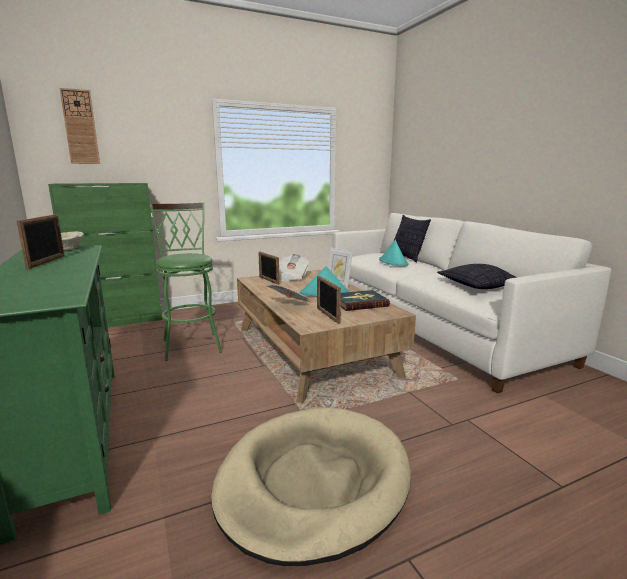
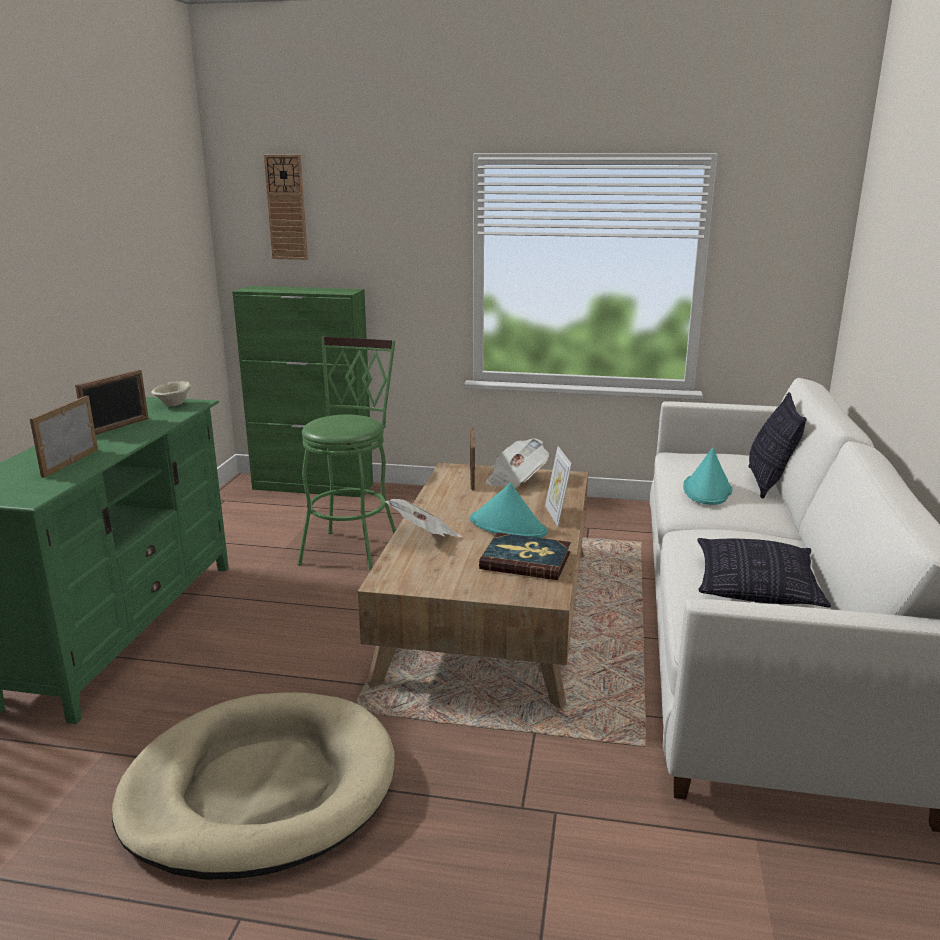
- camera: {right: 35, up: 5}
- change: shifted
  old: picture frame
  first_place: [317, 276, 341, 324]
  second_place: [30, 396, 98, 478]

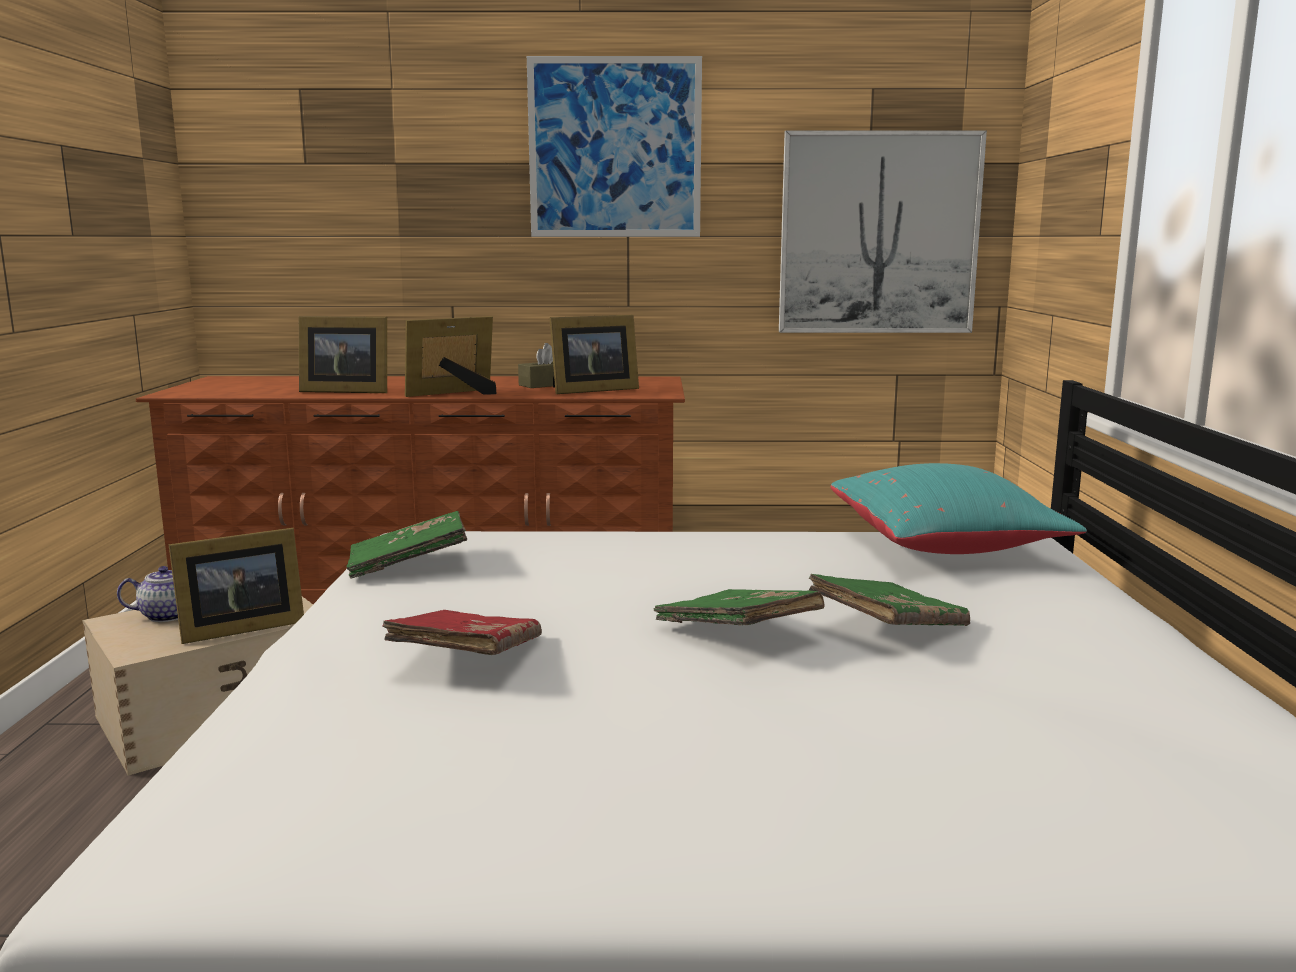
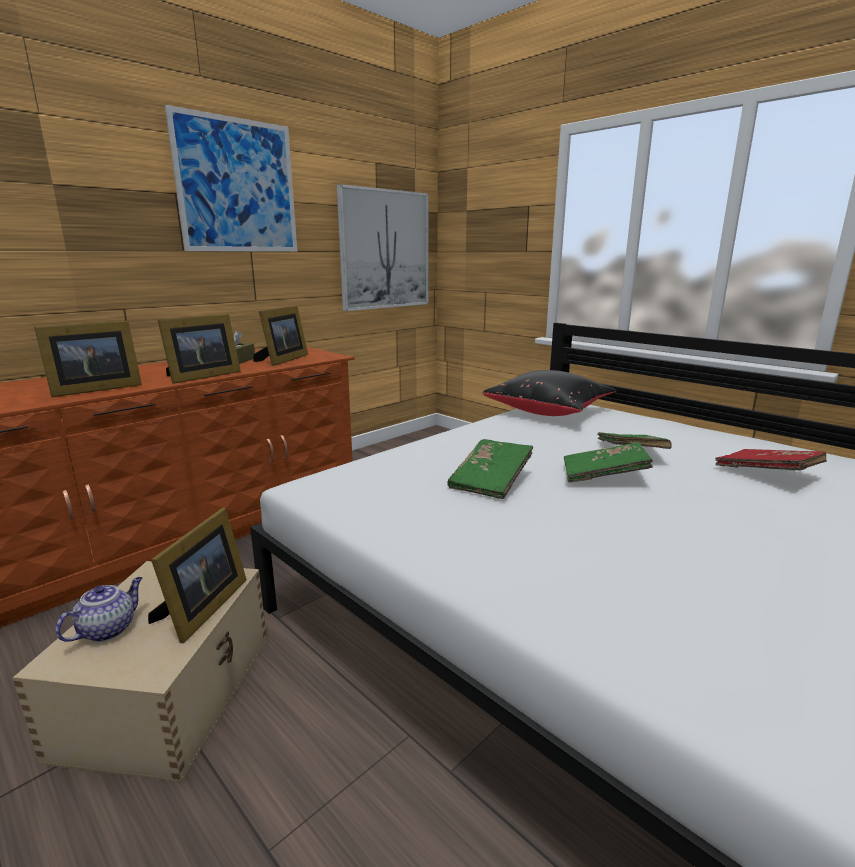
- camera: {right: -45, up: 5}
- change: shifted
  old: green book
  first_place: [347, 511, 467, 579]
  second_place: [447, 439, 534, 499]
- change: shifted
  old: red book
  first_place: [382, 610, 542, 655]
  second_place: [715, 449, 827, 471]
- change: rotated
  old: picture frame
  first_place: [405, 316, 496, 397]
  second_place: [158, 314, 241, 384]
  degrees: -150
- change: repainted
  old: turquoise pillow
  new: black pillow
  first_place: [830, 463, 1087, 554]
  second_place: [482, 370, 617, 416]

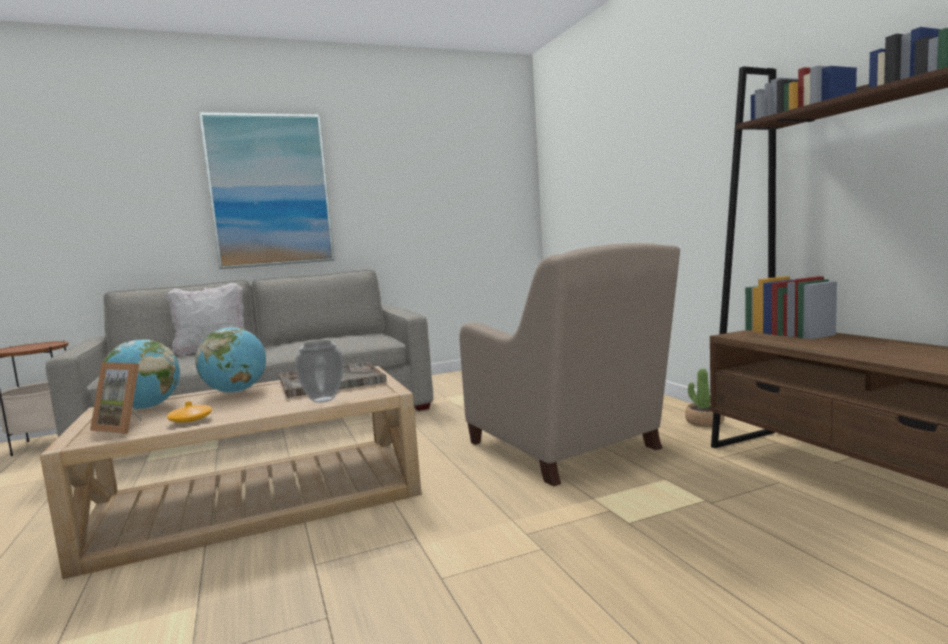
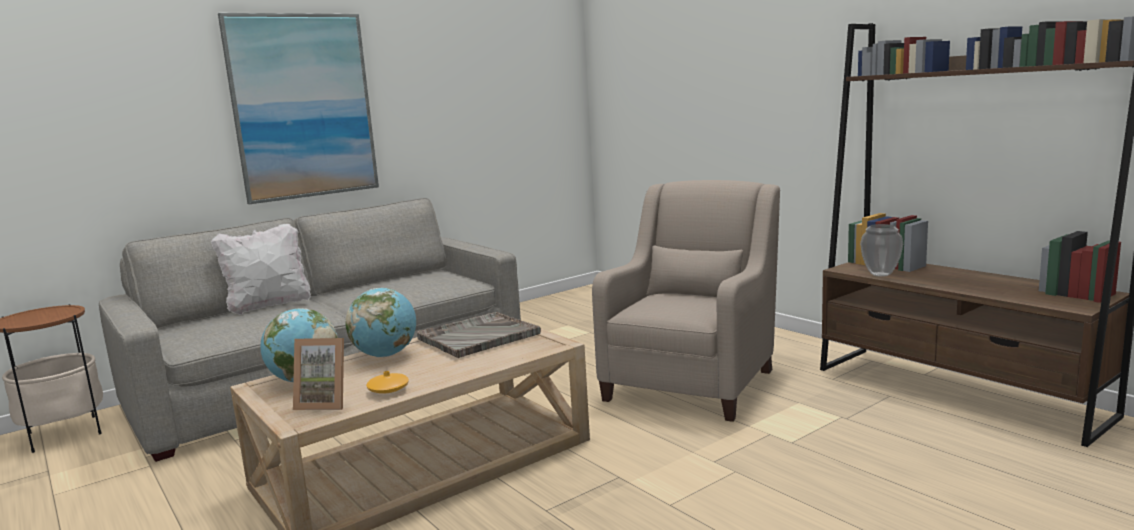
- camera: {right: -15, up: 5}
- change: shifted
  old: vase
  first_place: [295, 340, 344, 403]
  second_place: [860, 224, 903, 277]
- change: rotated
  old: beige armchair
  first_place: [459, 243, 680, 487]
  second_place: [592, 180, 780, 422]
  degrees: -105
- change: gone
  old: potted plant
  first_place: [685, 369, 725, 427]

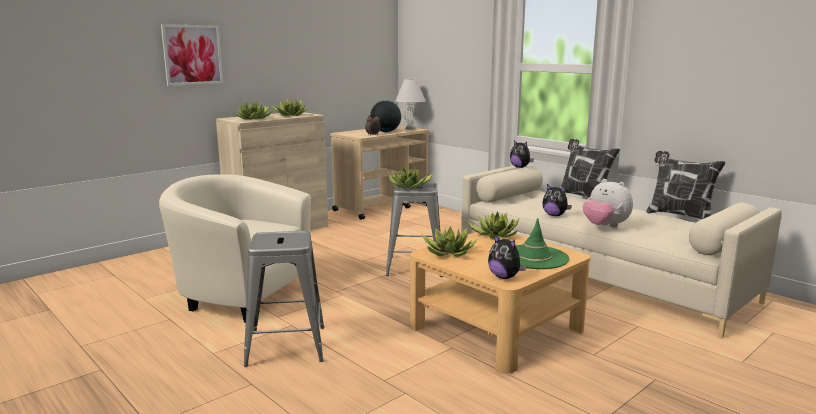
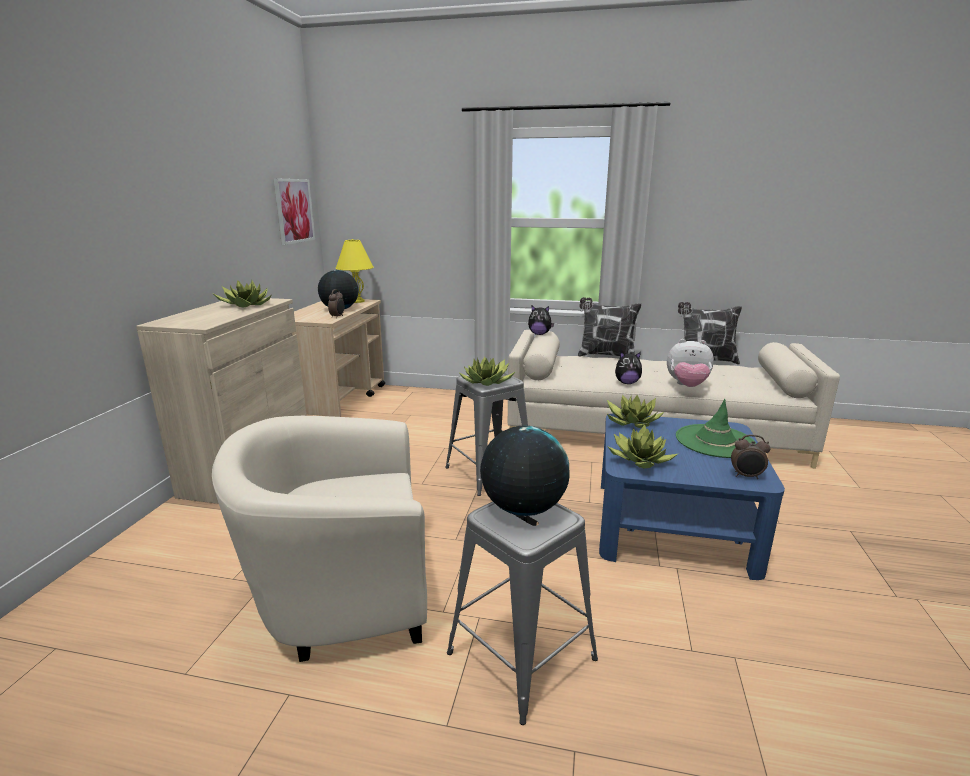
- camera: {right: -35, up: 5}
- change: shifted
  old: picture
  first_place: [161, 24, 223, 86]
  second_place: [273, 178, 315, 245]
- change: gone
  old: potted plant
  first_place: [233, 101, 274, 119]
- change: repainted
  old: white table lamp
  new: yellow table lamp
  first_place: [395, 78, 425, 130]
  second_place: [335, 239, 374, 303]
- change: repainted
  old: beige coffee table
  new: blue coffee table
  first_place: [410, 232, 590, 373]
  second_place: [599, 413, 785, 580]
- change: swapped
  old: plush toy
  new: alarm clock
  first_place: [488, 235, 526, 279]
  second_place: [731, 434, 770, 479]
- change: new
  new: globe
  second_place: [480, 426, 569, 516]

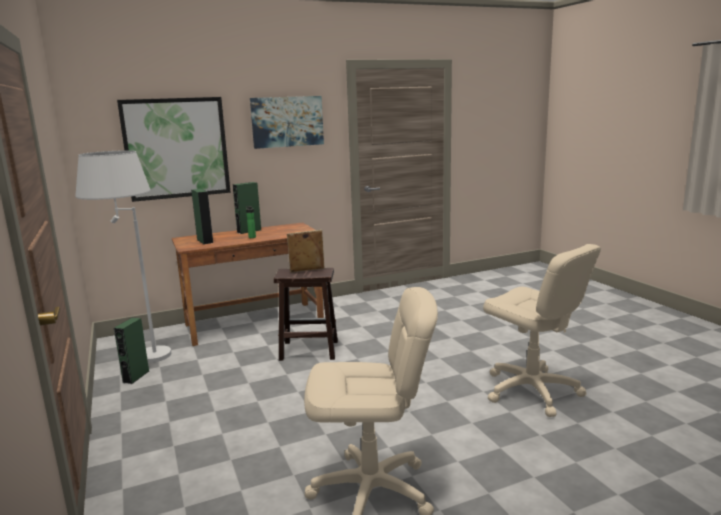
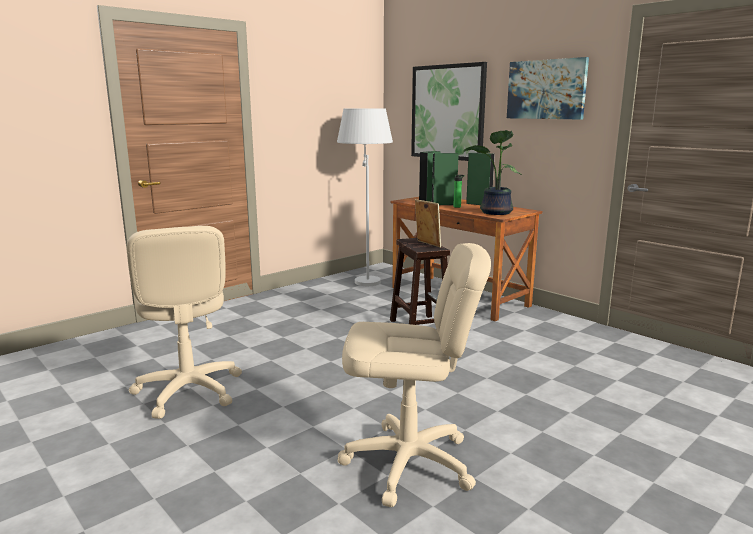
- camera: {right: 70, up: 0}
- change: shifted
  old: green speaker
  first_place: [114, 318, 149, 384]
  second_place: [432, 153, 459, 205]
- change: rotated
  old: beige office chair
  first_place: [483, 244, 601, 417]
  second_place: [338, 243, 491, 507]
  degrees: -120
- change: new
  new: potted plant
  second_place: [462, 130, 522, 215]

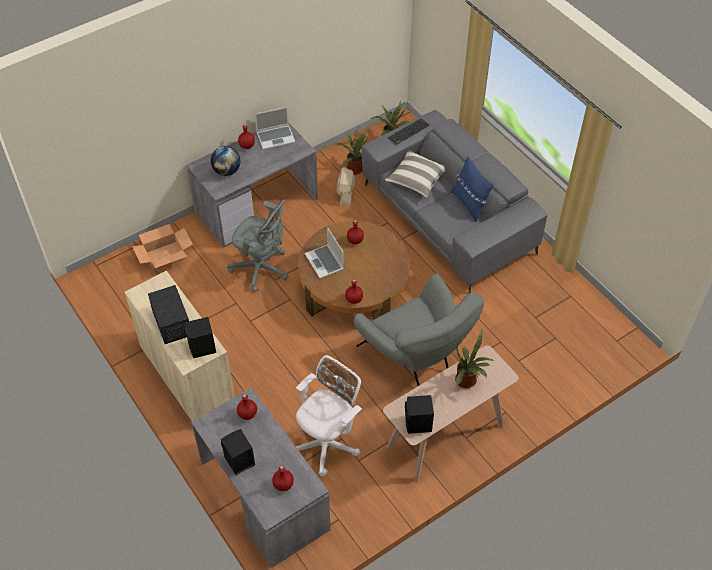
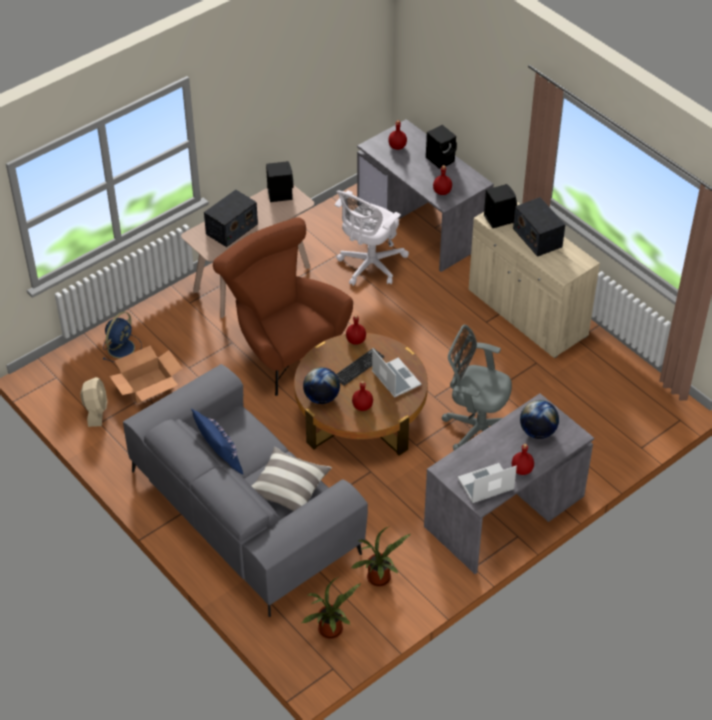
- camera: {right: 175, up: -5}
- change: shifted
  old: cardboard box
  first_place: [132, 224, 193, 271]
  second_place: [109, 345, 183, 404]
- change: shifted
  old: beige fan
  first_place: [337, 167, 355, 205]
  second_place: [81, 377, 107, 427]
- change: repainted
  old: grey armchair
  new: brown armchair
  first_place: [354, 274, 484, 386]
  second_place: [213, 217, 353, 396]
- change: shifted
  old: keyboard
  first_place: [388, 118, 430, 145]
  second_place: [336, 348, 384, 386]
- change: swapped
  old: potted plant
  new: radio
  first_place: [455, 330, 495, 388]
  second_place: [204, 190, 258, 247]
- change: new
  new: blue fan
  second_place: [103, 312, 142, 362]
- change: new
  new: globe
  second_place: [303, 367, 340, 404]

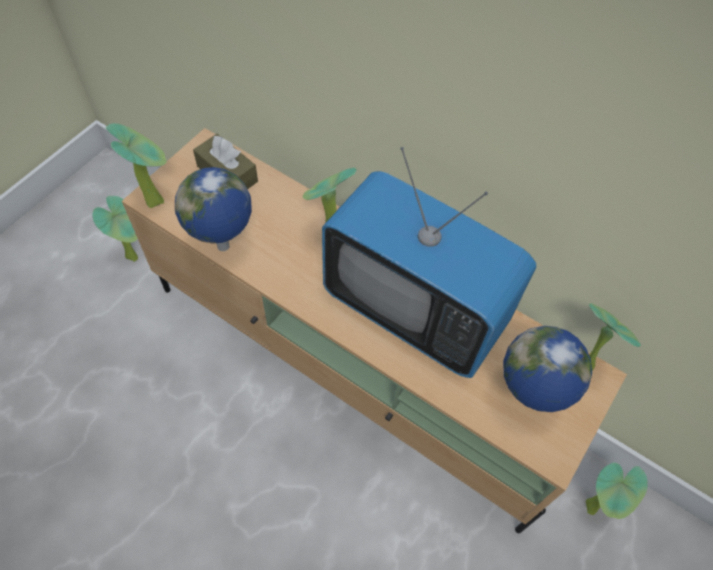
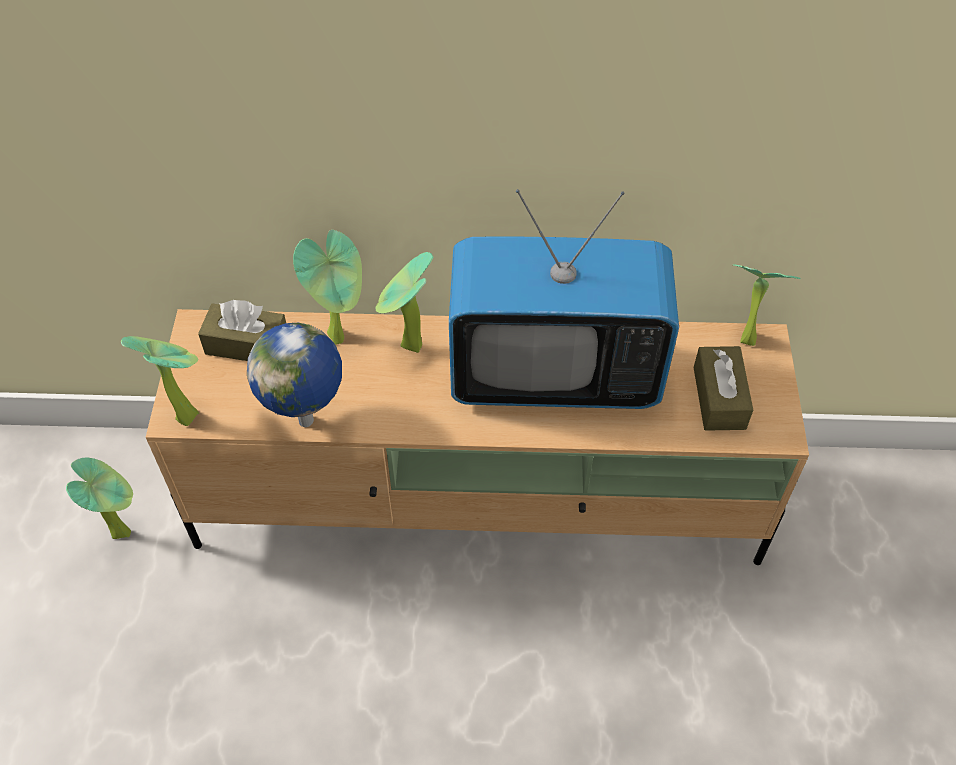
- camera: {right: -30, up: -5}
- change: swapped
  old: globe
  new: brown tissue box
  first_place: [503, 326, 592, 412]
  second_place: [694, 346, 753, 431]
- change: shifted
  old: potted plant
  first_place: [586, 463, 648, 519]
  second_place: [293, 230, 362, 345]

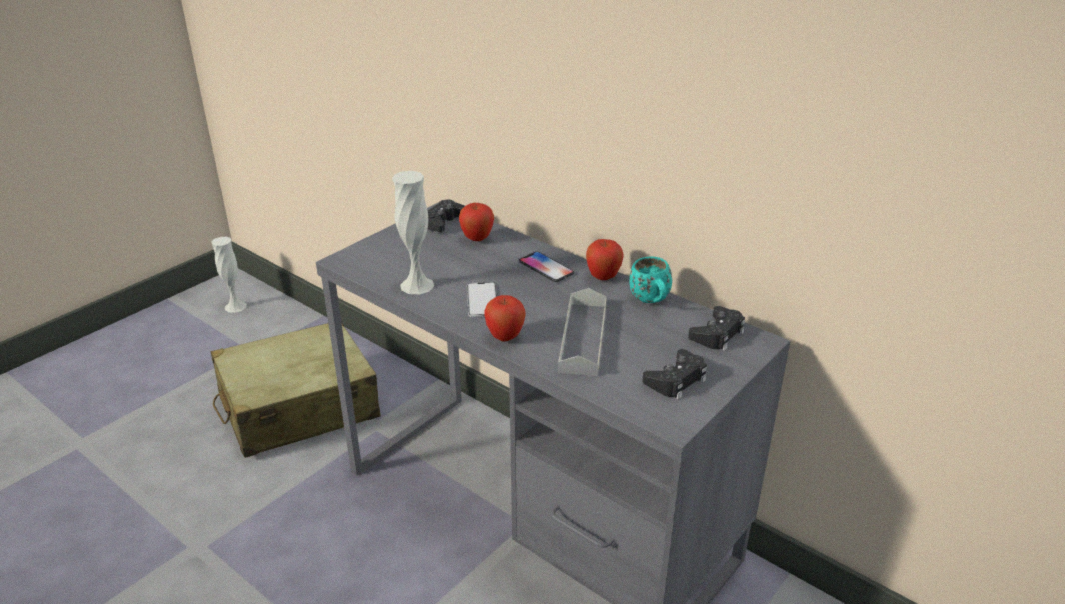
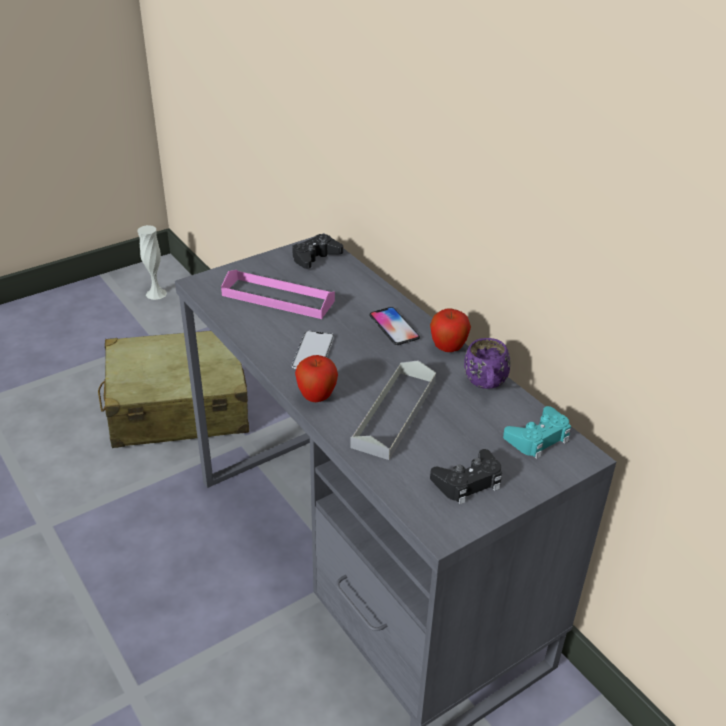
- camera: {right: 15, up: 5}
- change: gone
  old: white vase
  first_place: [392, 171, 434, 294]
- change: gone
  old: apple
  first_place: [459, 203, 494, 241]
- change: repainted
  old: turquoise mug
  new: purple mug
  first_place: [629, 257, 672, 303]
  second_place: [464, 338, 511, 389]
- change: repainted
  old: black game controller
  new: turquoise game controller
  first_place: [688, 306, 745, 351]
  second_place: [503, 406, 571, 459]
- change: new
  new: pink tray
  second_place: [221, 270, 335, 319]

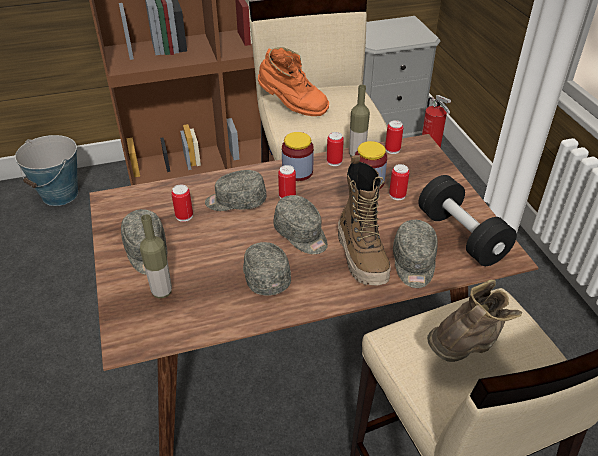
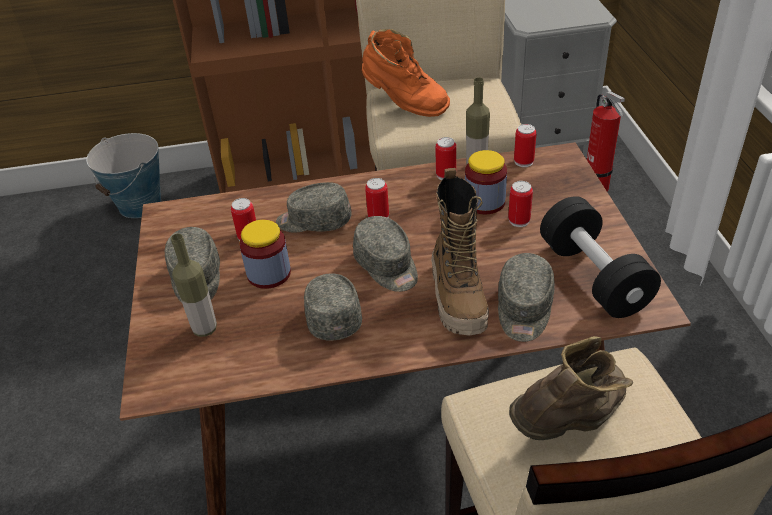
- camera: {right: 10, up: 0}
- change: shifted
  old: jar
  first_place: [282, 132, 314, 181]
  second_place: [239, 220, 291, 289]

